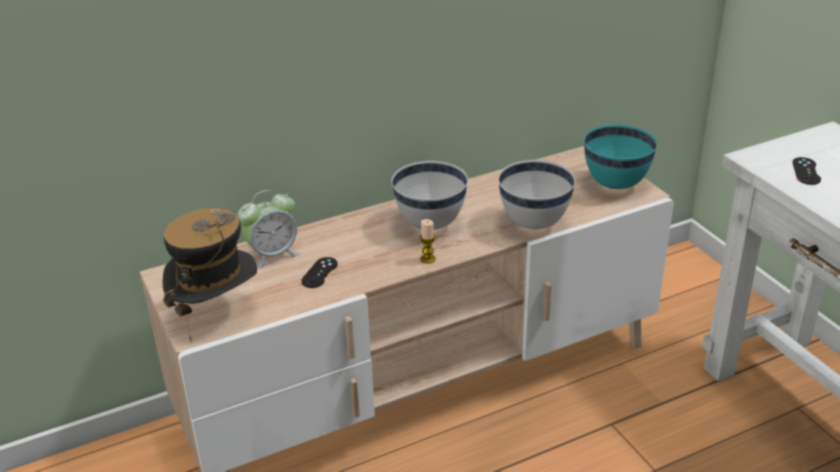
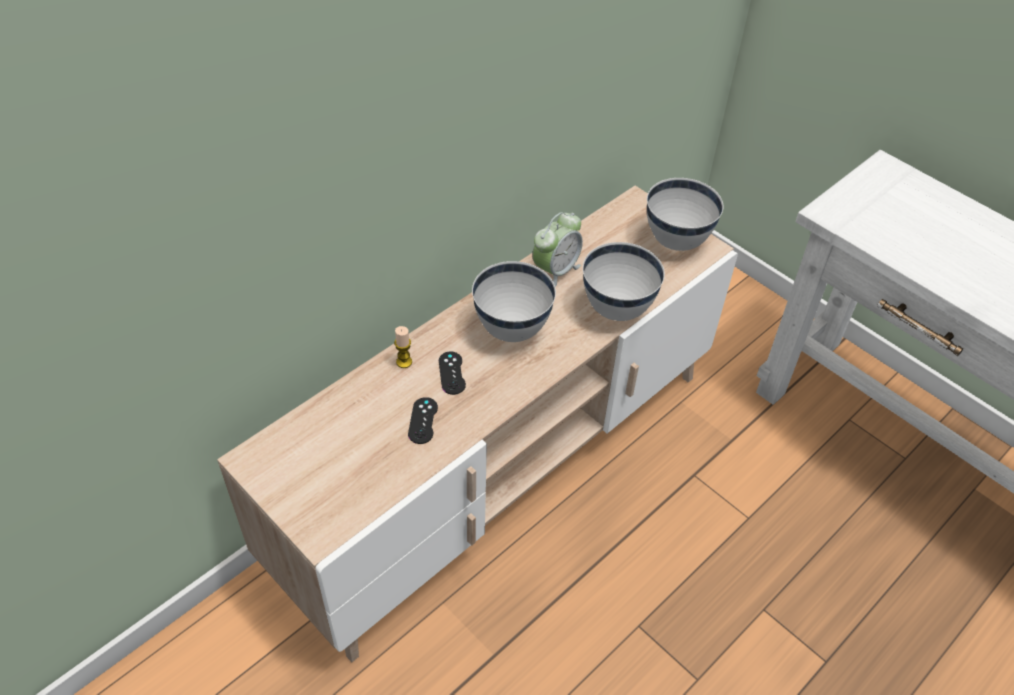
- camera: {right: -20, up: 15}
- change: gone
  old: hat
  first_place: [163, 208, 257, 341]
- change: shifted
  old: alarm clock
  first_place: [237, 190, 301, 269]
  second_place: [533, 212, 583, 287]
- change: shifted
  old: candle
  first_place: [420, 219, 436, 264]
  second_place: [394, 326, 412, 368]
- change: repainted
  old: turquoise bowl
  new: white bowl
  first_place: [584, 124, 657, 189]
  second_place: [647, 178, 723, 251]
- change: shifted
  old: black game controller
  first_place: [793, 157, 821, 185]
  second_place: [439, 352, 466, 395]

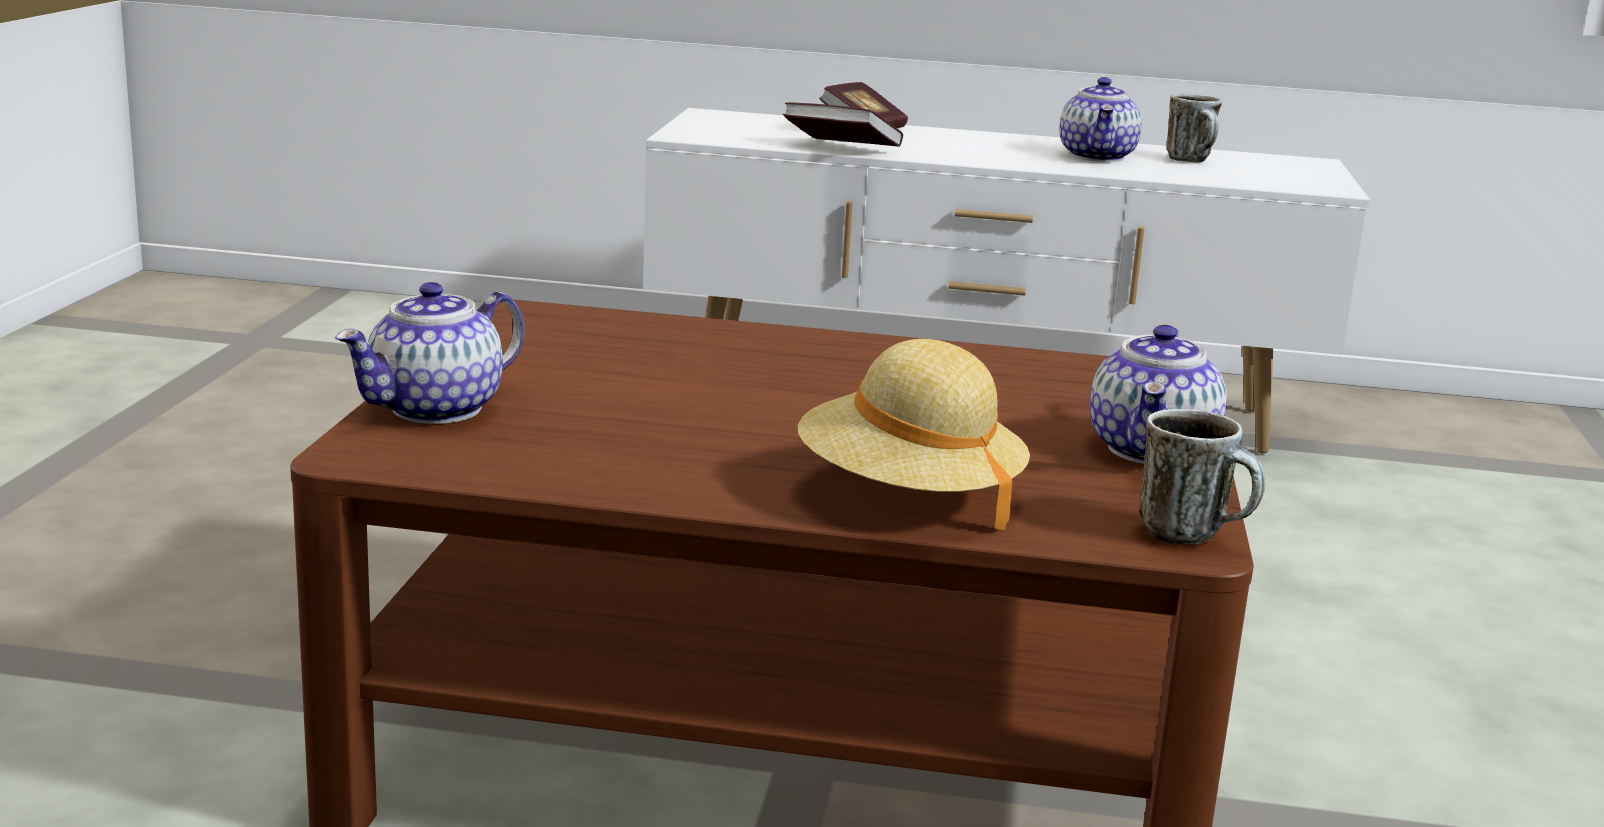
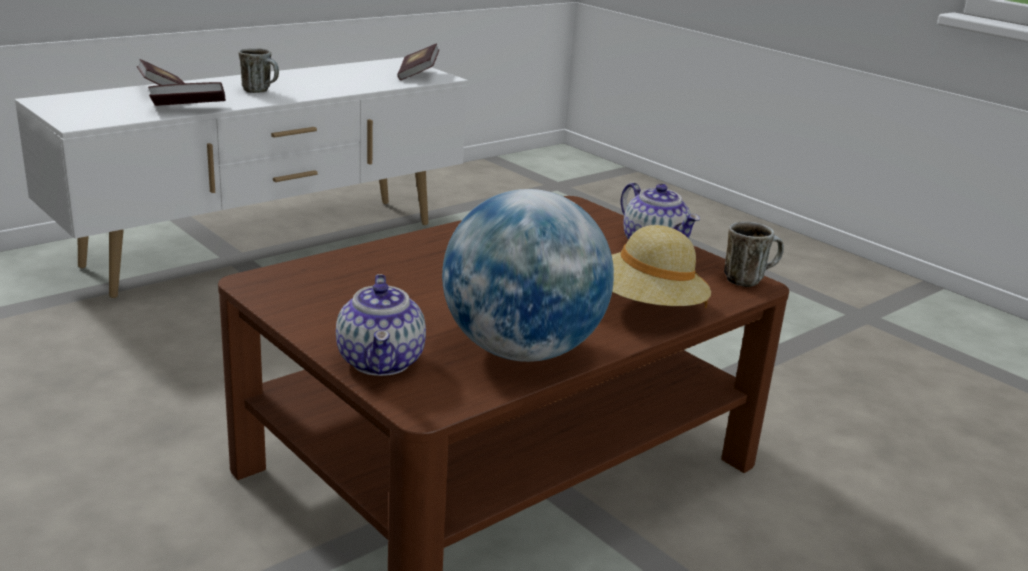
- camera: {right: -50, up: 5}
- change: gone
  old: teapot
  first_place: [1060, 77, 1142, 162]
- change: shifted
  old: mug
  first_place: [1166, 94, 1222, 163]
  second_place: [238, 48, 279, 93]
- change: new
  new: book
  second_place: [397, 43, 439, 80]
- change: new
  new: globe
  second_place: [442, 189, 614, 362]

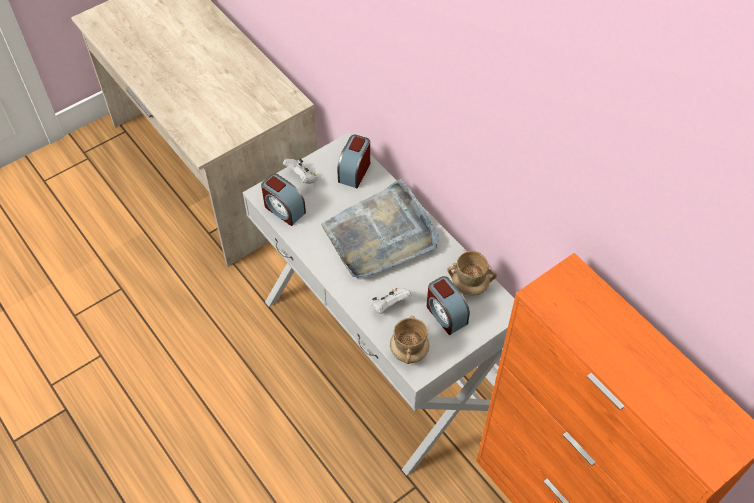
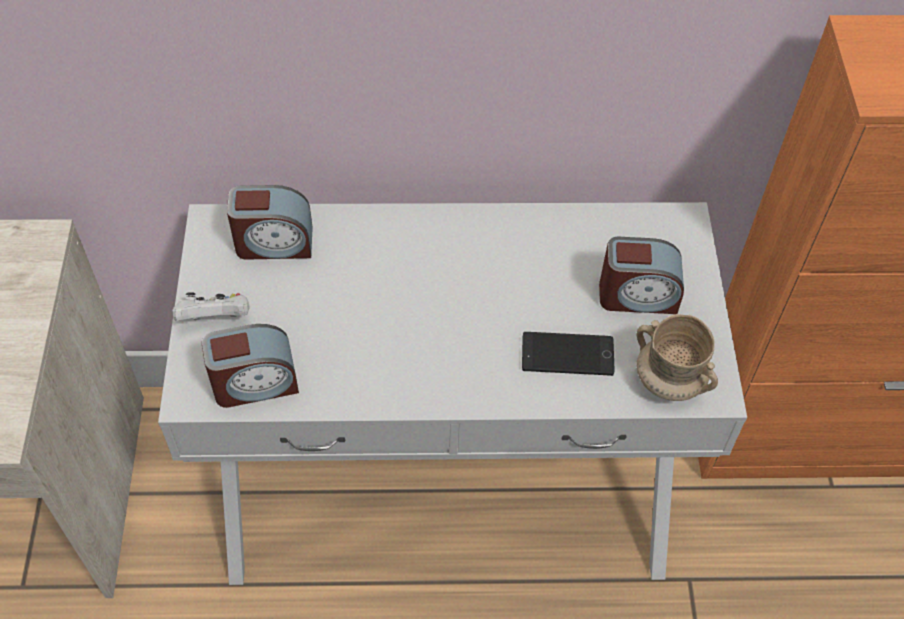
- camera: {right: -55, up: 0}
- change: gone
  old: grey tray
  first_place: [321, 179, 440, 278]
- change: rotated
  old: alarm clock
  first_place: [337, 135, 370, 188]
  second_place: [227, 185, 313, 260]
  degrees: -60
- change: swapped
  old: white game controller
  new: phone
  first_place: [372, 288, 412, 313]
  second_place: [522, 332, 615, 376]
- change: gone
  old: beige mug
  first_place: [447, 251, 497, 296]

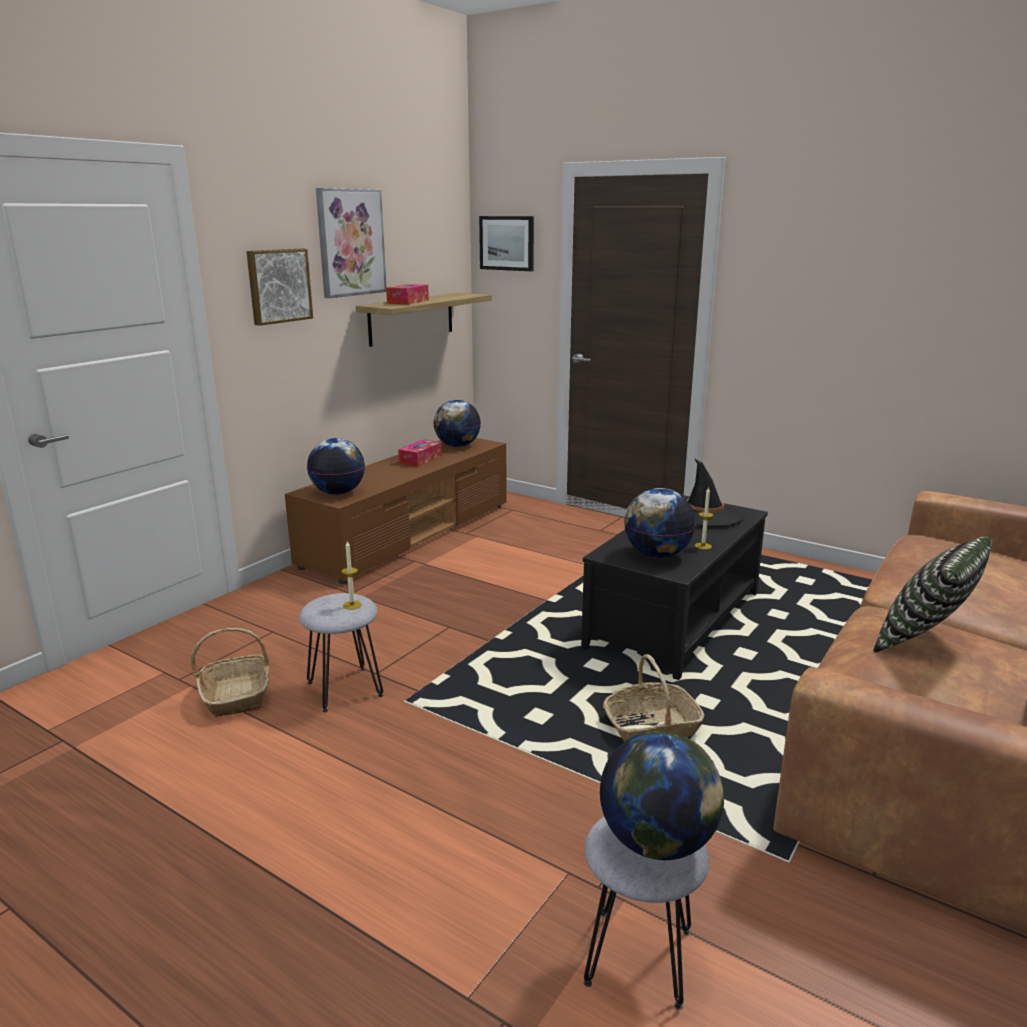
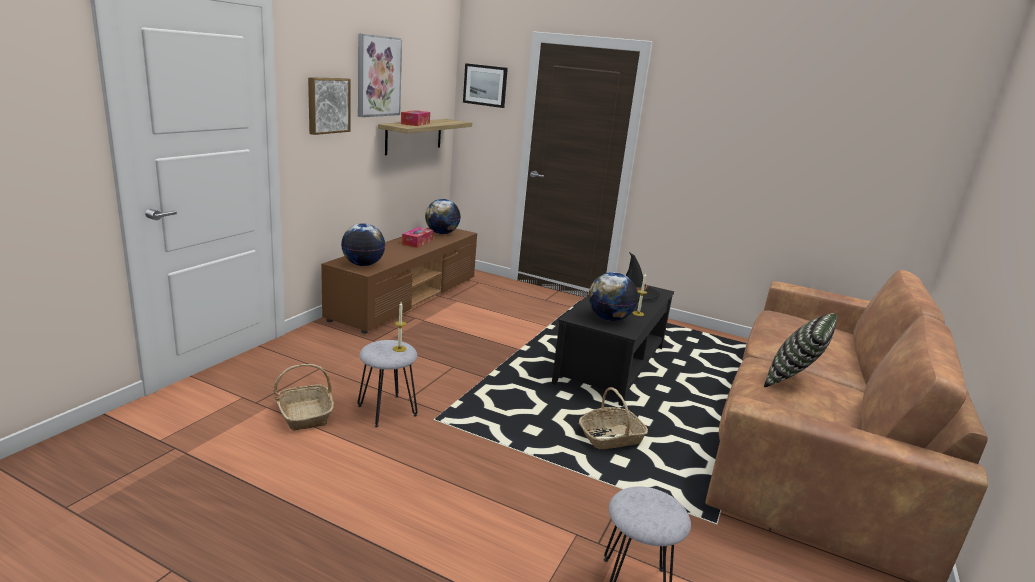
- camera: {right: -10, up: 0}
- change: gone
  old: globe
  first_place: [600, 730, 724, 860]

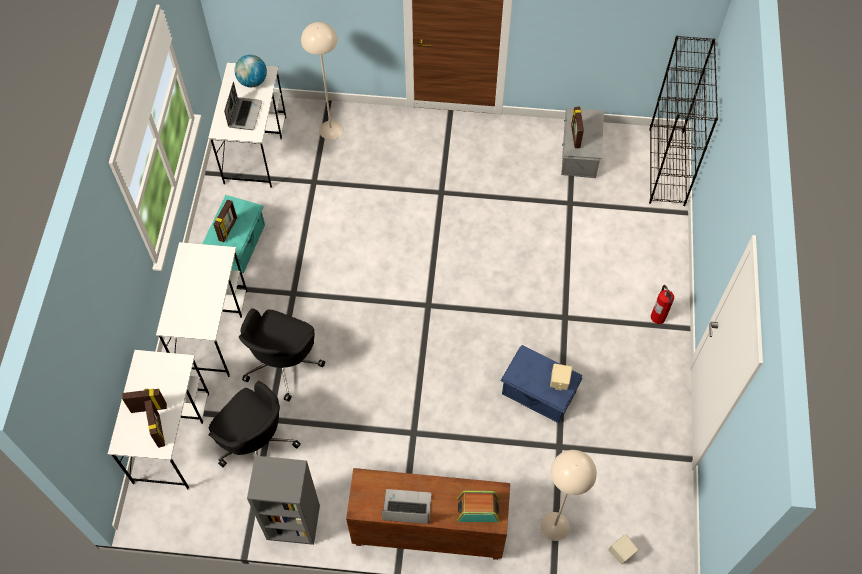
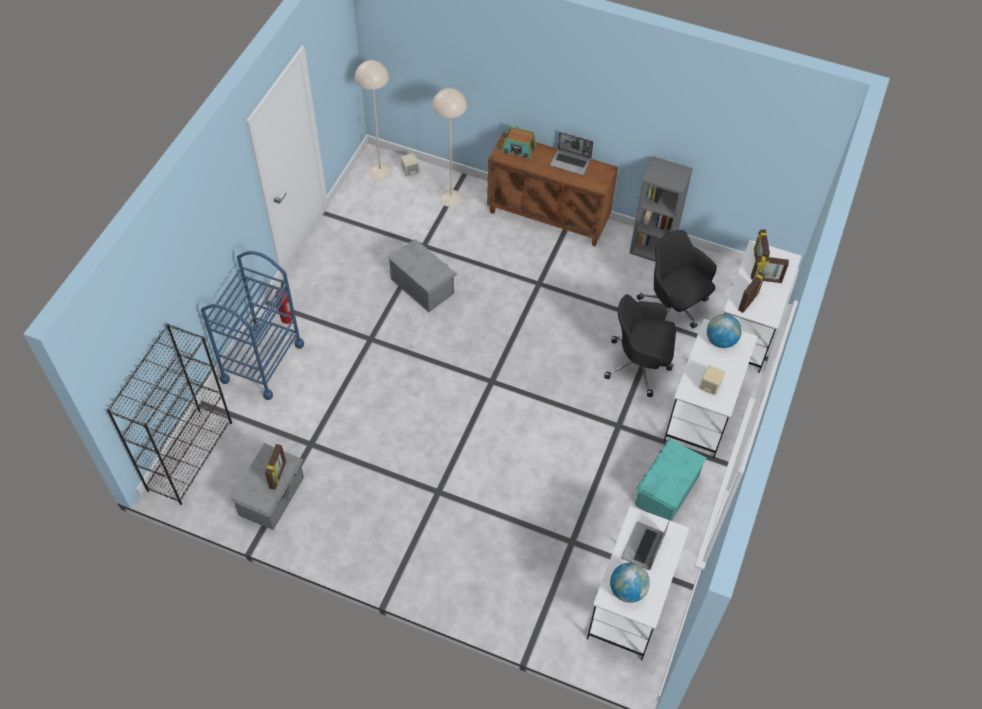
- camera: {right: -165, up: -5}
- change: shifted
  old: picture frame
  first_place: [213, 200, 237, 242]
  second_place: [738, 272, 765, 313]
- change: rotated
  old: black office chair
  first_place: [239, 308, 325, 402]
  second_place: [604, 294, 676, 397]
  degrees: -120
- change: shifted
  old: beige floor lamp
  first_place: [301, 22, 343, 140]
  second_place: [355, 60, 392, 180]
- change: repainted
  old: blue storage box
  new: grey storage box
  first_place: [500, 345, 583, 423]
  second_place: [388, 239, 457, 312]
- change: shifted
  old: beige speaker
  first_place: [550, 364, 572, 391]
  second_place: [699, 365, 725, 395]
- change: new
  new: blue cart
  second_place: [201, 251, 304, 400]
- change: new
  new: globe
  second_place: [707, 314, 742, 348]

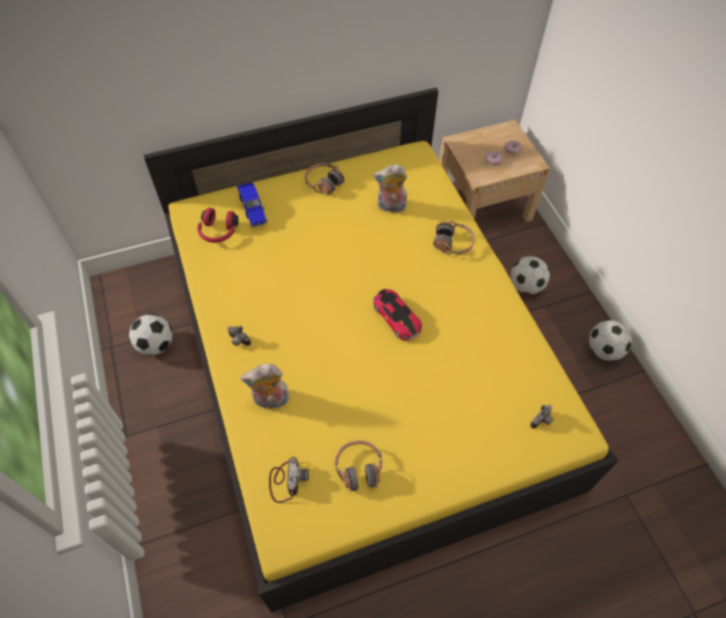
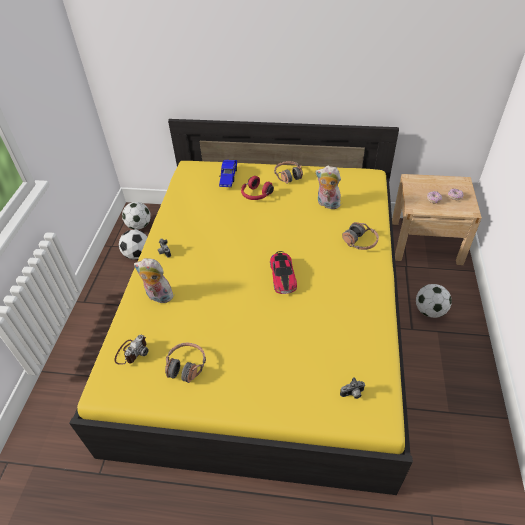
- camera: {right: 30, up: -10}
- change: shifted
  old: red headphones
  first_place: [197, 208, 239, 243]
  second_place: [241, 176, 274, 200]
- change: shifted
  old: football
  first_place: [589, 320, 632, 361]
  second_place: [122, 202, 151, 230]

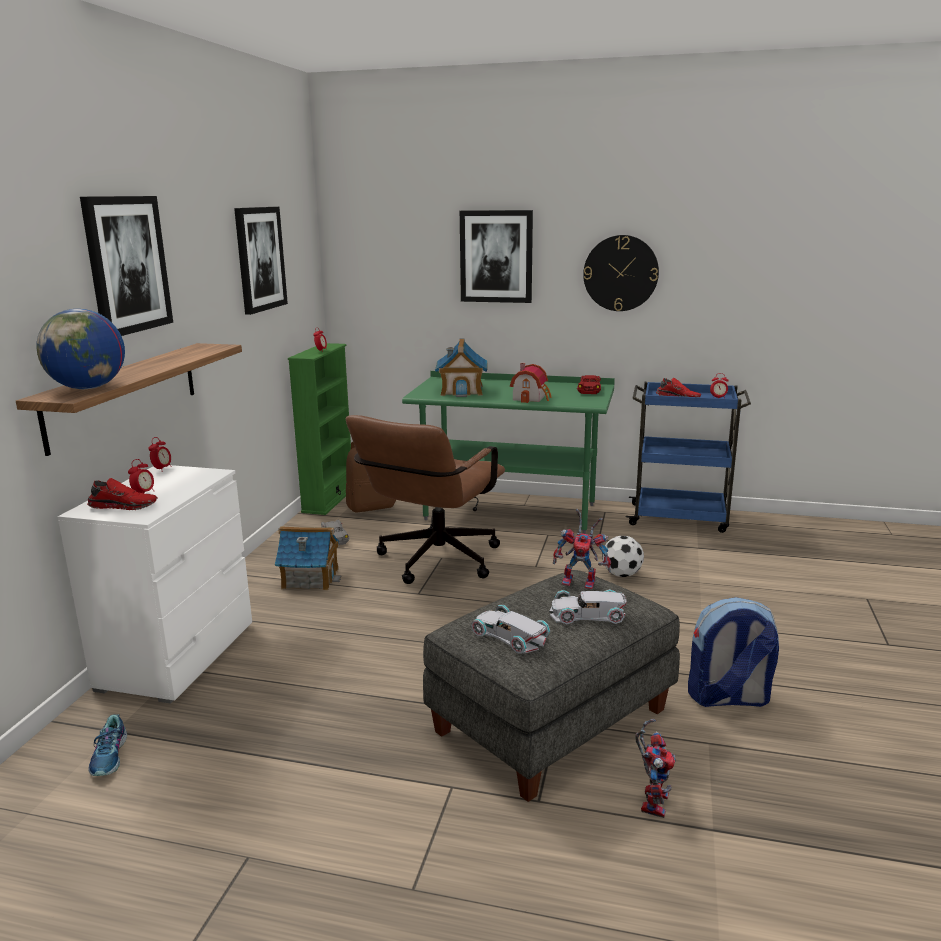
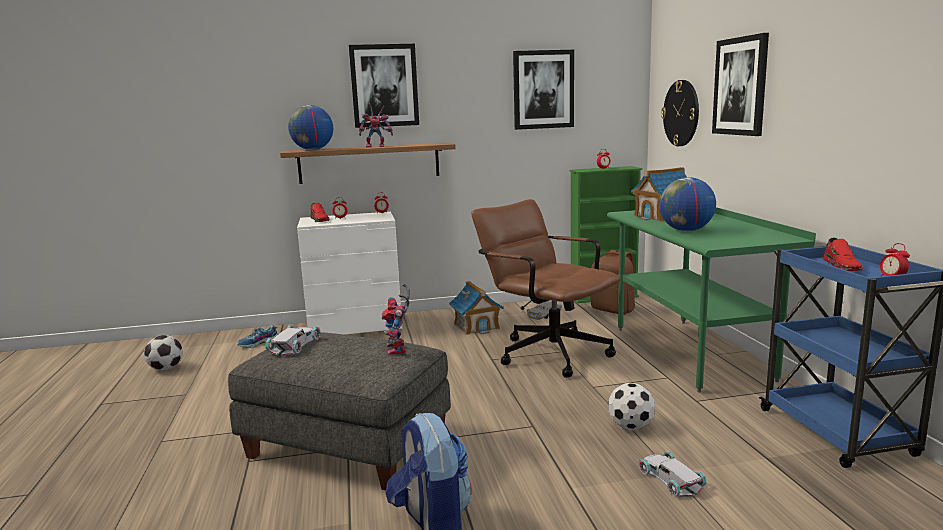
- camera: {right: 65, up: -5}
- change: rotated
  old: brown office chair
  first_place: [346, 415, 505, 584]
  second_place: [471, 199, 621, 378]
  degrees: 45
- change: swapped
  old: toy house
  new: globe
  first_place: [510, 363, 552, 403]
  second_place: [660, 177, 716, 231]
- change: shifted
  old: white toy car
  first_place: [549, 589, 626, 625]
  second_place: [638, 451, 707, 497]
- change: gone
  old: red toy car
  first_place: [577, 375, 601, 394]
- change: shifted
  old: wall clock
  first_place: [583, 235, 659, 311]
  second_place: [661, 80, 699, 146]
- change: shifted
  old: toy robot
  first_place: [635, 719, 676, 818]
  second_place: [359, 103, 393, 147]
- change: new
  new: football
  second_place: [144, 335, 183, 370]

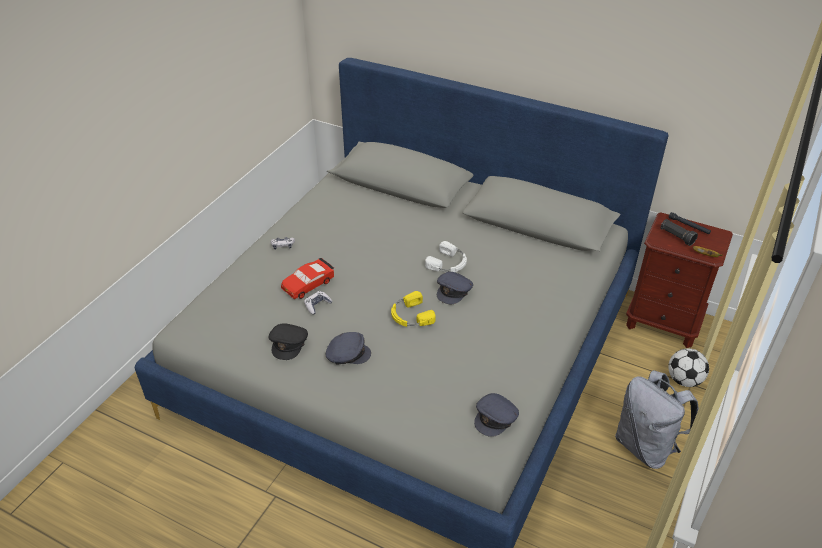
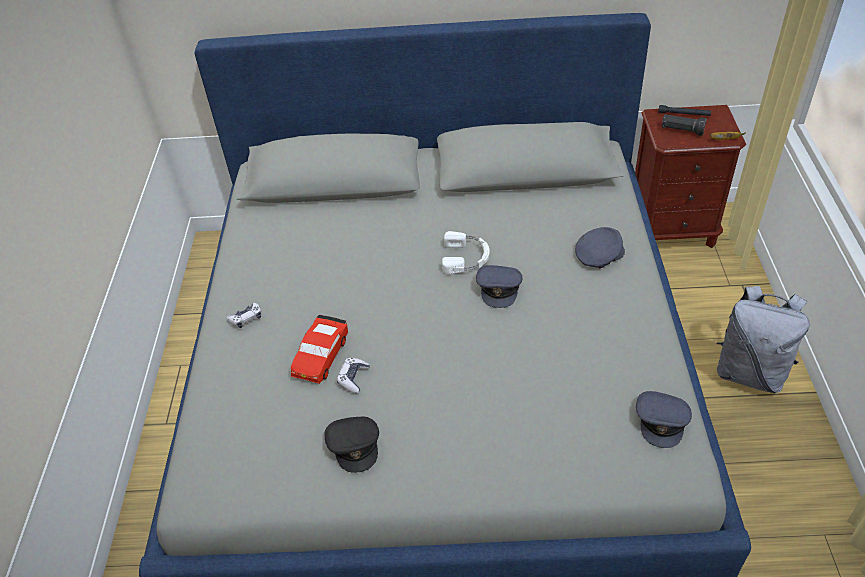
- camera: {right: -25, up: 5}
- change: shifted
  old: grey cap
  first_place: [326, 332, 371, 365]
  second_place: [575, 227, 625, 268]
- change: gone
  old: yellow headphones
  first_place: [391, 291, 436, 327]
- change: gone
  old: football
  first_place: [668, 348, 709, 387]

